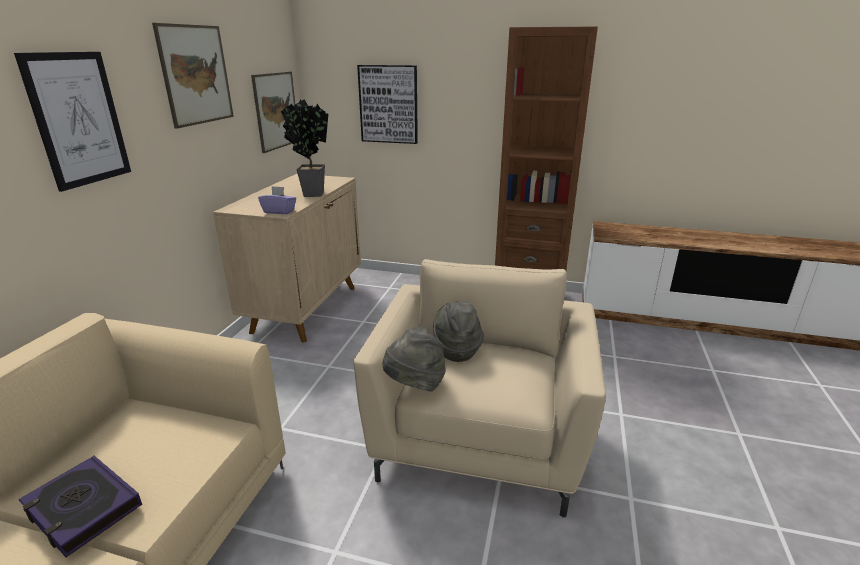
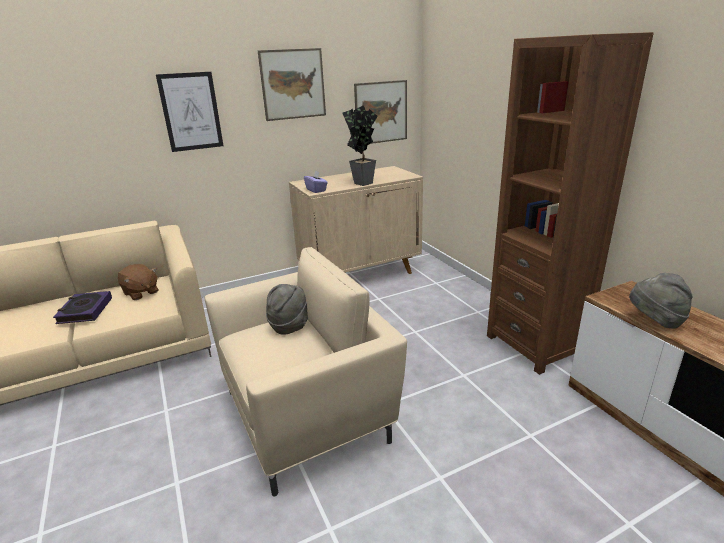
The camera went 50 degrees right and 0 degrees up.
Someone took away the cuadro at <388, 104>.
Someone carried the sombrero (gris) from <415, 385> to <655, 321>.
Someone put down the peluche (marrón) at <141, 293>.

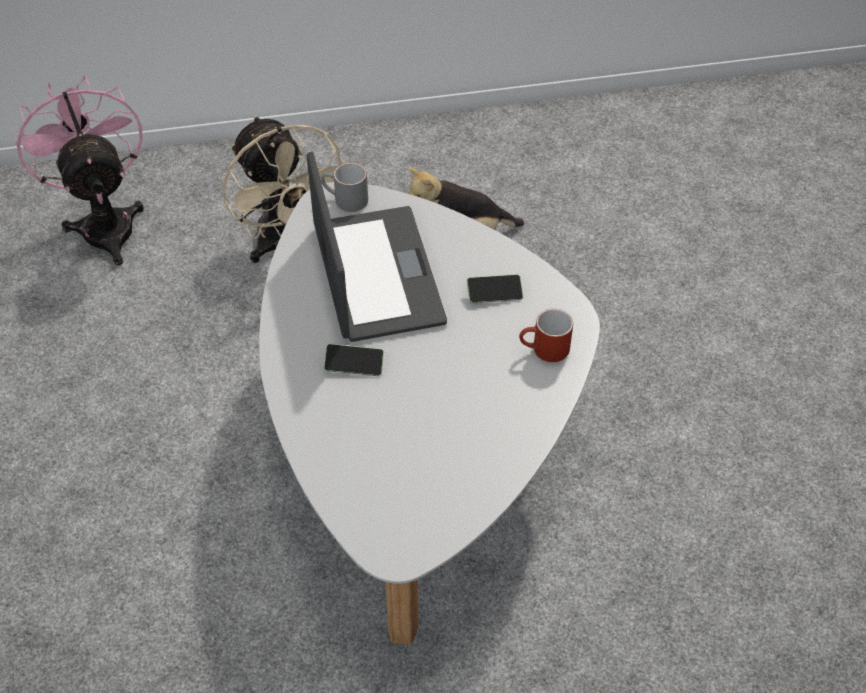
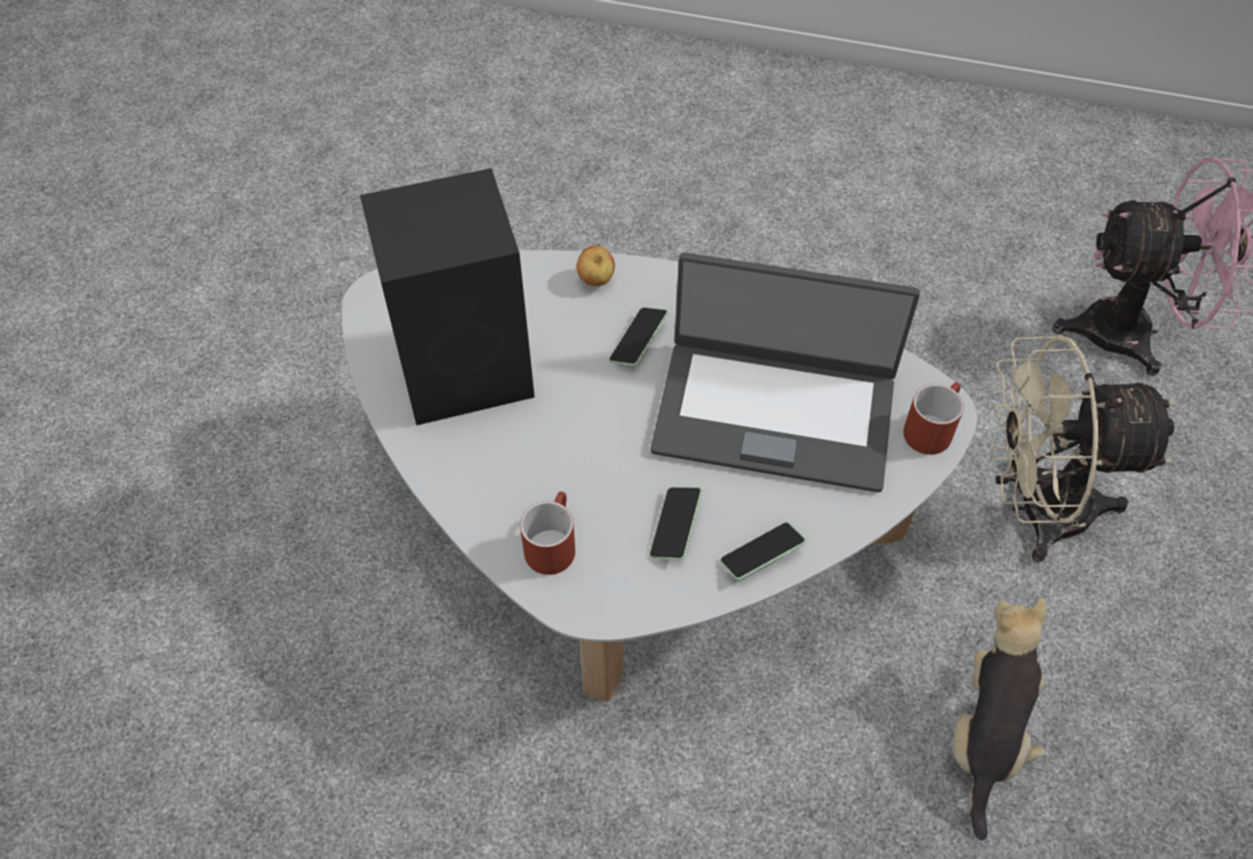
The camera went 115 degrees right and 5 degrees up.
Someone repainted the taza grande (gris) at <345, 200>, which became the taza grande (rojo) at <931, 427>.
Someone put down the altavoz (negro) at <468, 369>.
Someone put down the manzana at <596, 280>.
Someone put down the móvil at <761, 556>.

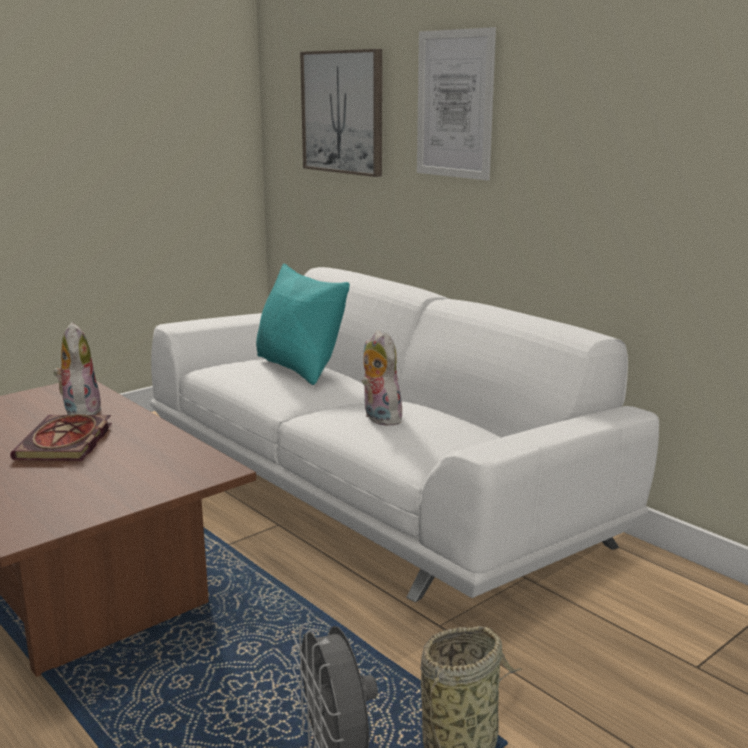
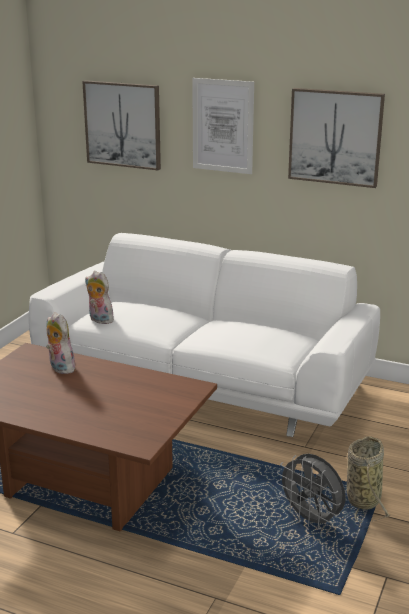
The camera went 25 degrees left and 5 degrees up.
Someone took away the cojín (turquesa) at <299, 368>.
Someone carried the peluche from <379, 418> to <99, 320>.
Someone took away the libro at <66, 443>.
Someone put up the cuadro at <335, 137>.

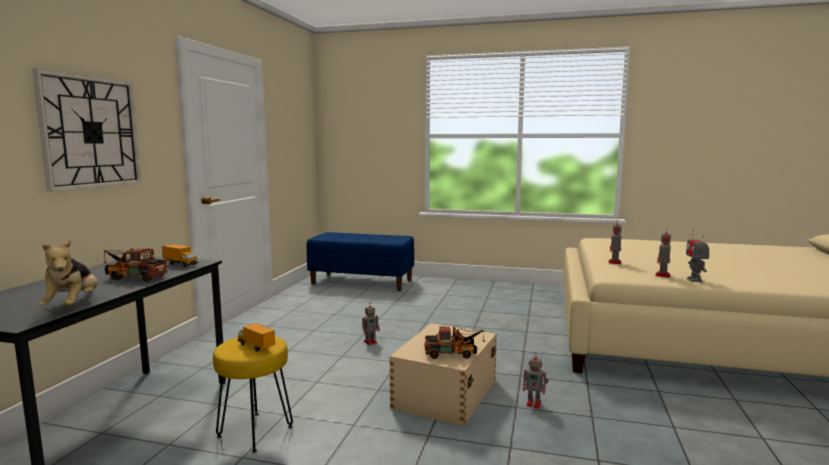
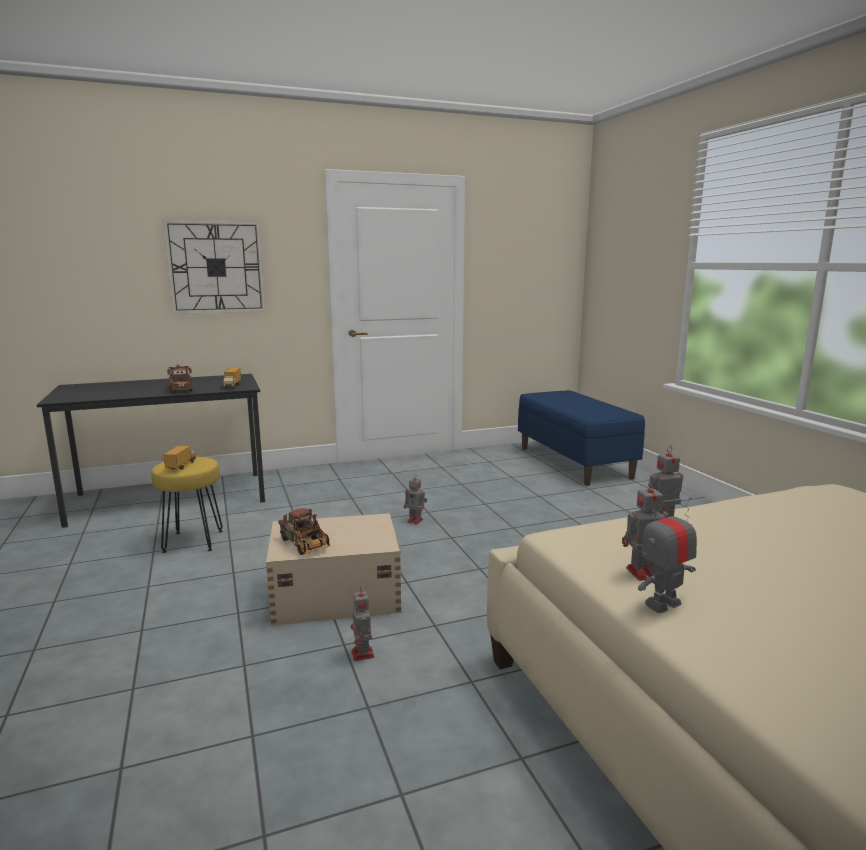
The camera went 55 degrees right and 5 degrees up.
Someone took away the peluche at <73, 305>.

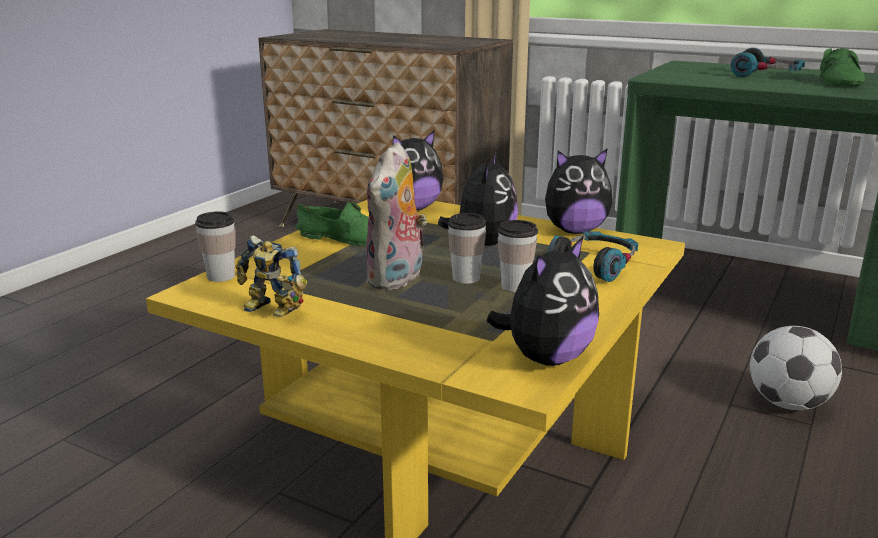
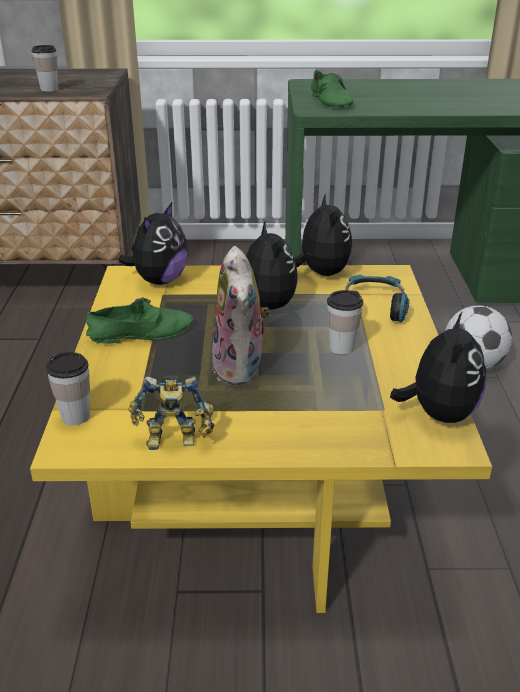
The camera went 30 degrees left and 10 degrees up.
Someone took away the auriculares at <766, 75>.
Someone carried the zapato (verde) from <840, 82> to <331, 101>.
Someone rotated the peluche at <575, 231> by 60 degrees counterclockwise.
Someone carried the taza from <466, 278> to <49, 89>.

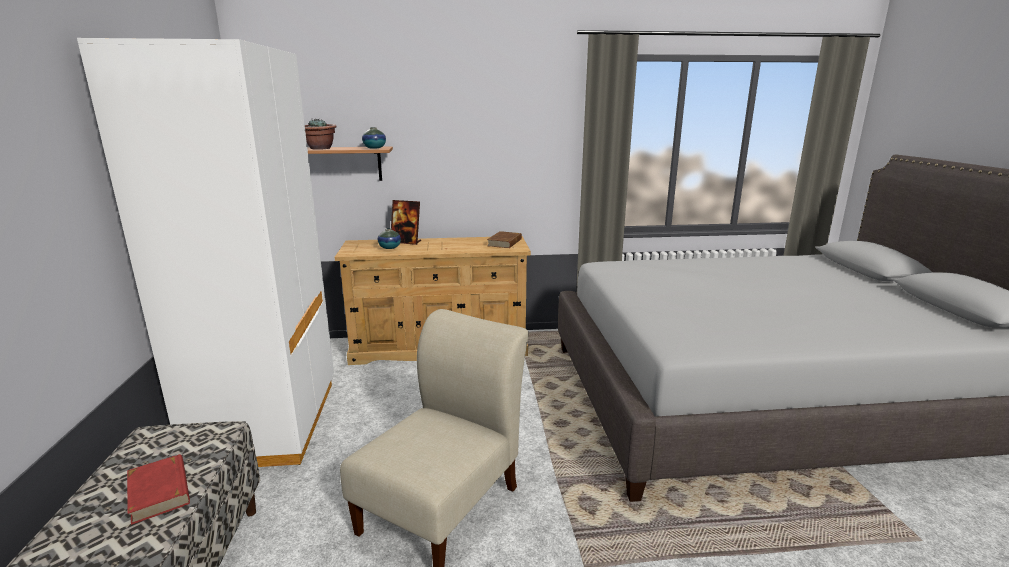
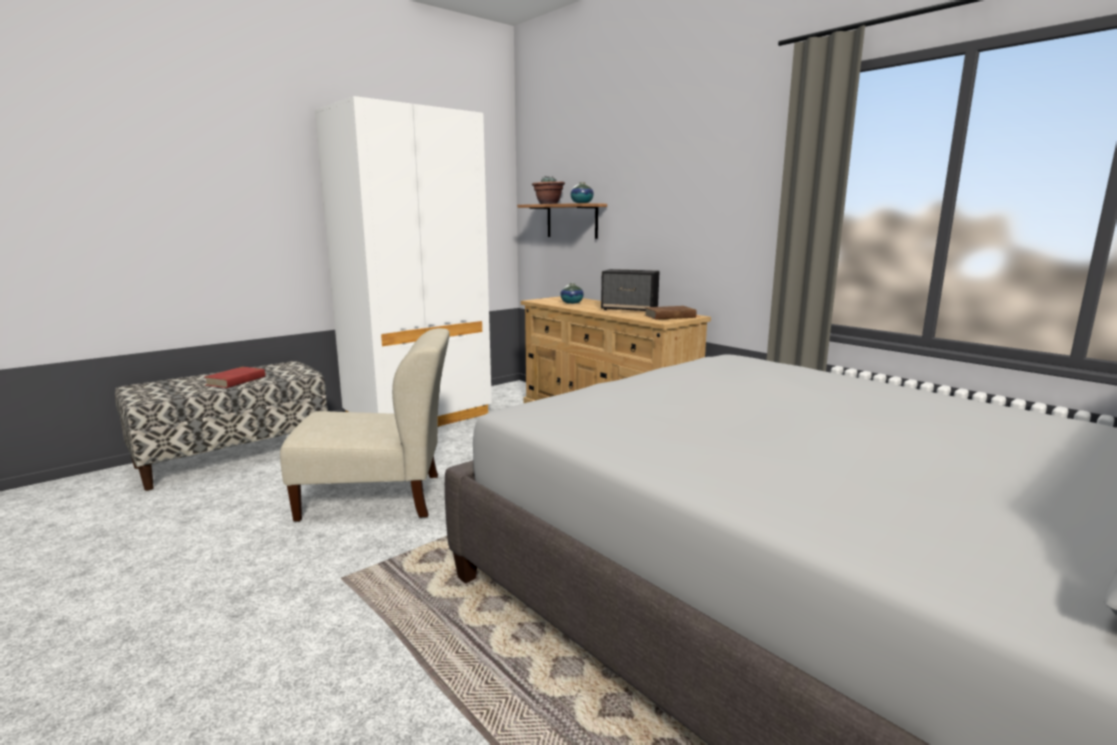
The camera went 55 degrees right and 5 degrees down.
Someone took away the portarretratos at <406, 242>.
Someone put down the altavoz at <630, 309>.

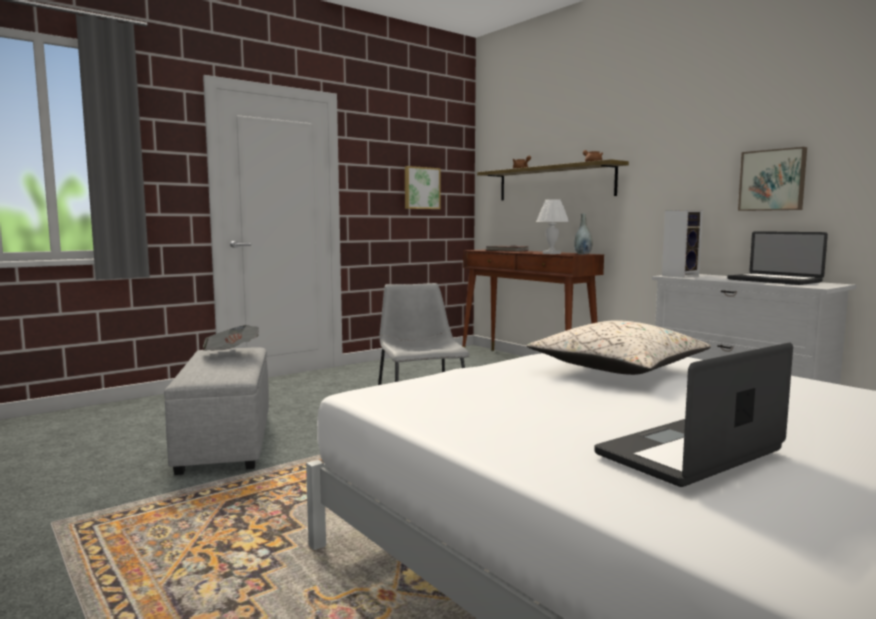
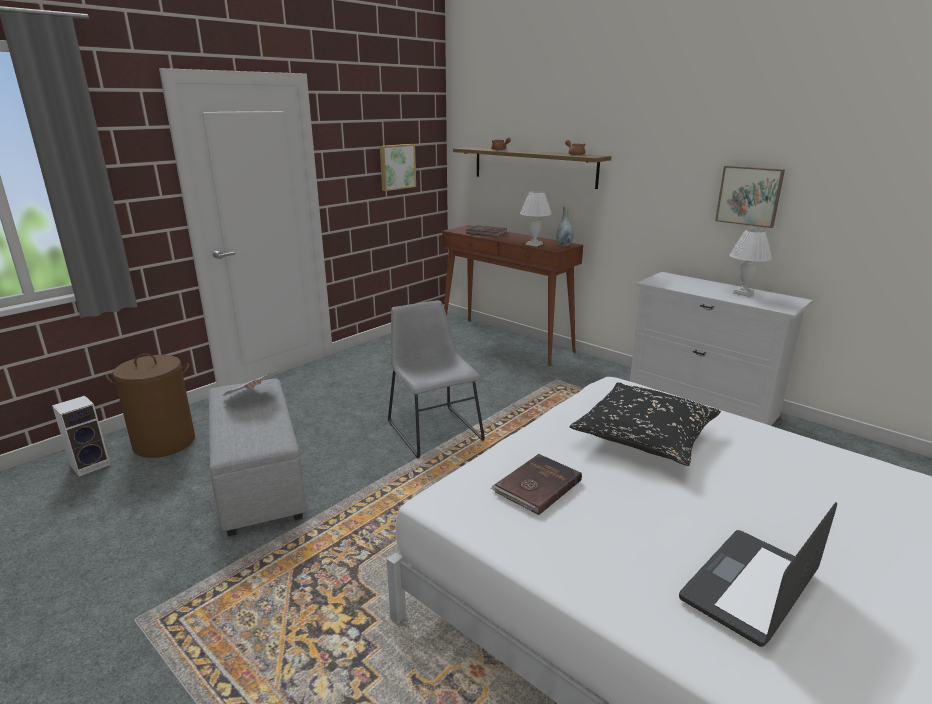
The camera went 10 degrees left and 15 degrees up.
Someone carried the altavoz from <680, 276> to <91, 464>.
Someone swapped the portátil at <773, 281> for the lámpara de mesa (blanco) at <744, 293>.
Someone repainted the cojín (beis) at <619, 369>, which became the cojín (negro) at <645, 436>.
Someone put down the cesto de la ropa (marrón) at <165, 442>.
Someone put down the libro (marrón) at <536, 486>.

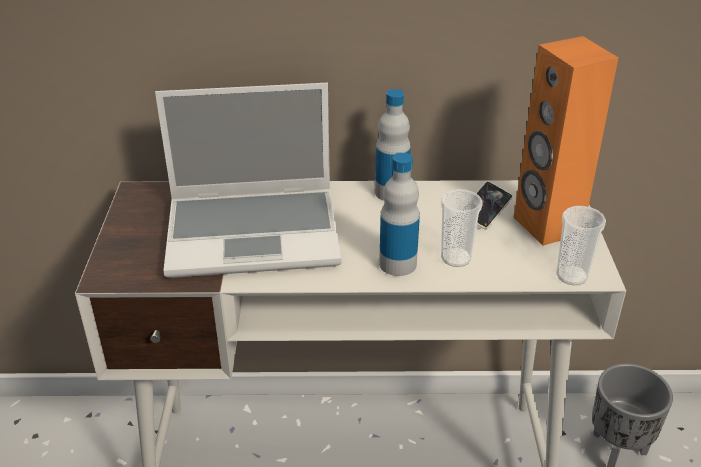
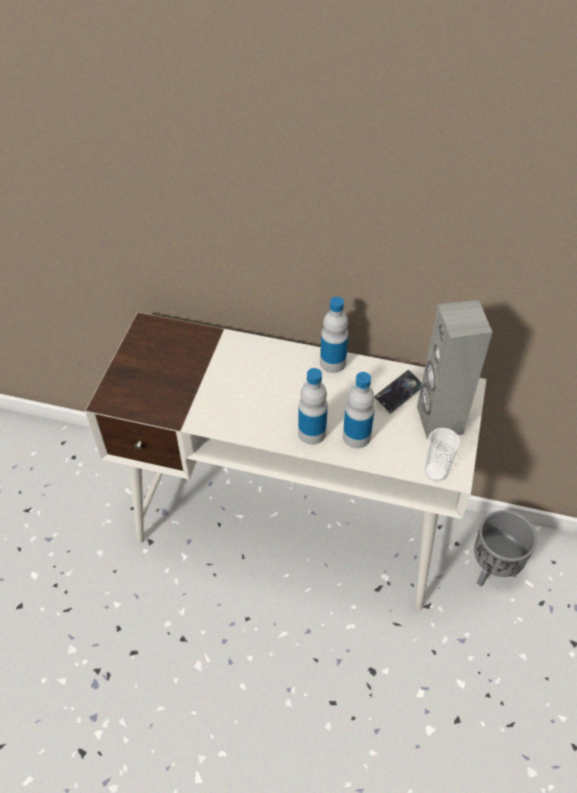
The camera went 15 degrees right and 15 degrees up.
Someone repainted the altavoz (naranja) at <546, 225>, which became the altavoz (gris) at <438, 420>.
Someone took away the portátil at <255, 233>.
Someone swapped the taza at <456, 258> for the botella at <356, 436>.

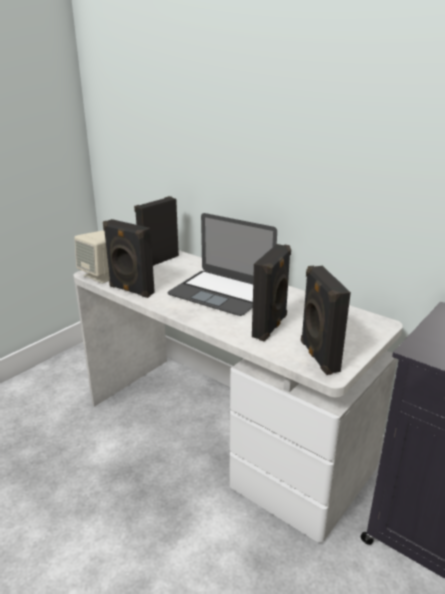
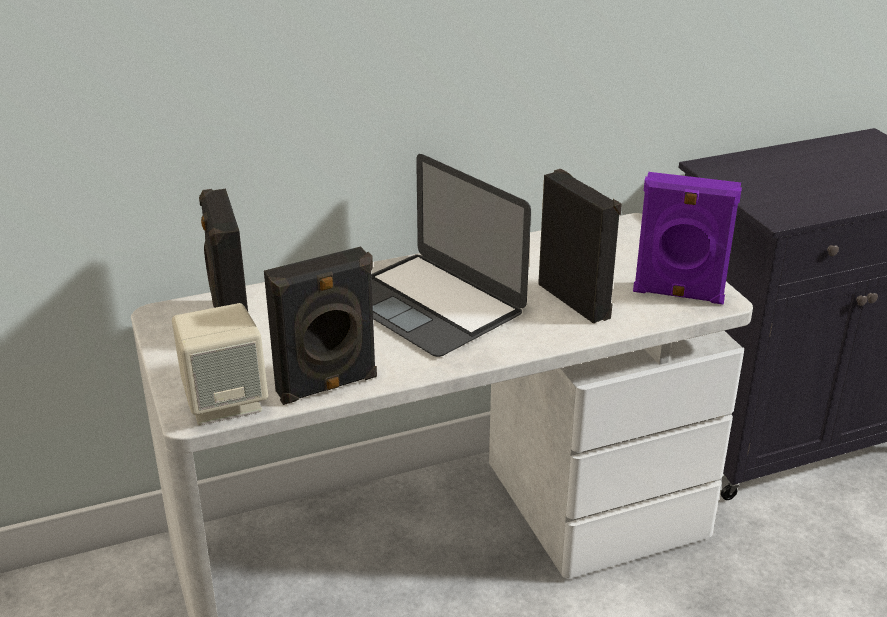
The camera went 60 degrees left and 5 degrees up.
Someone rotated the portátil at <221, 292> by 75 degrees clockwise.
Someone repainted the altavoz (negro) at <318, 356>, which became the altavoz (morado) at <678, 294>.

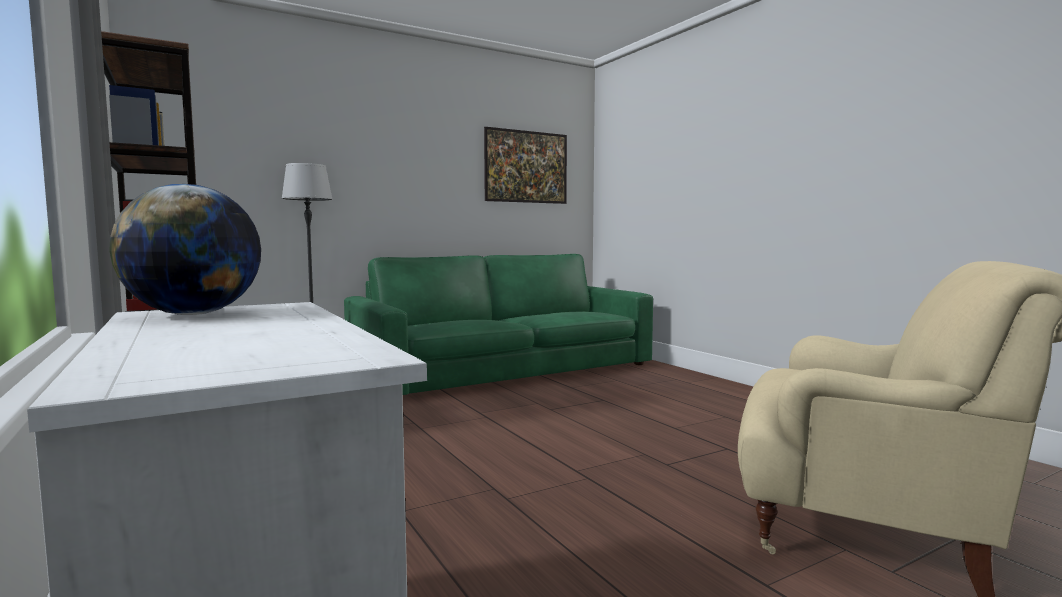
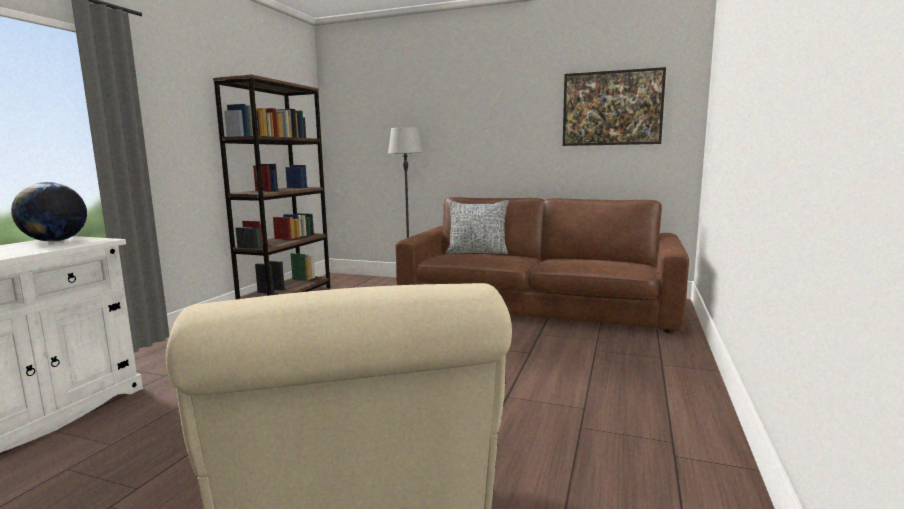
The camera went 50 degrees right and 5 degrees up.
Someone repainted the sofá (verde) at <504, 369>, which became the sofá (marrón) at <537, 304>.
Someone put down the cojín at <477, 253>.

